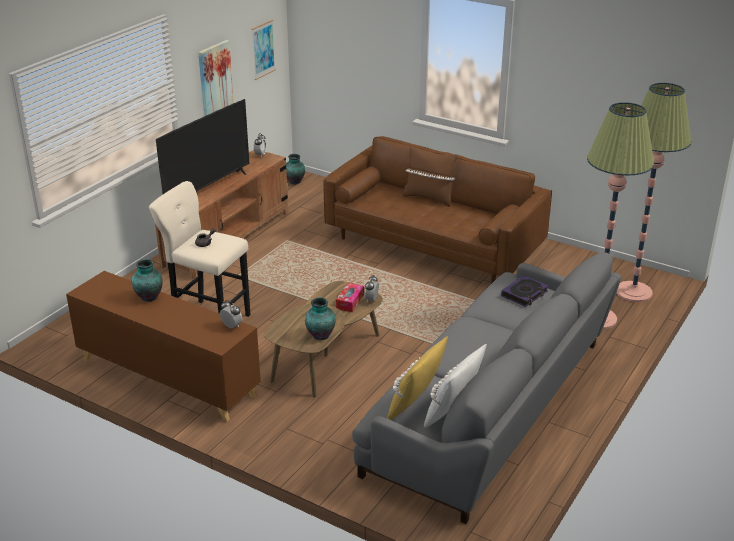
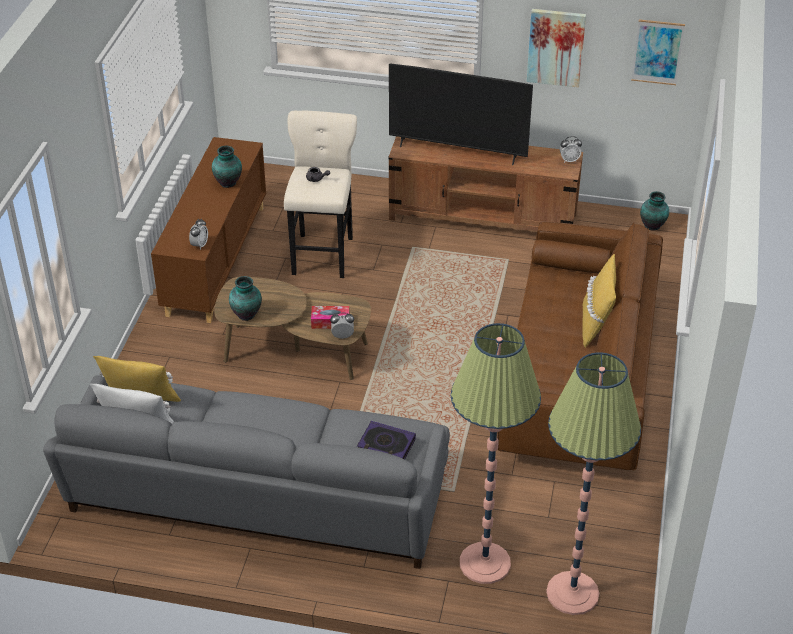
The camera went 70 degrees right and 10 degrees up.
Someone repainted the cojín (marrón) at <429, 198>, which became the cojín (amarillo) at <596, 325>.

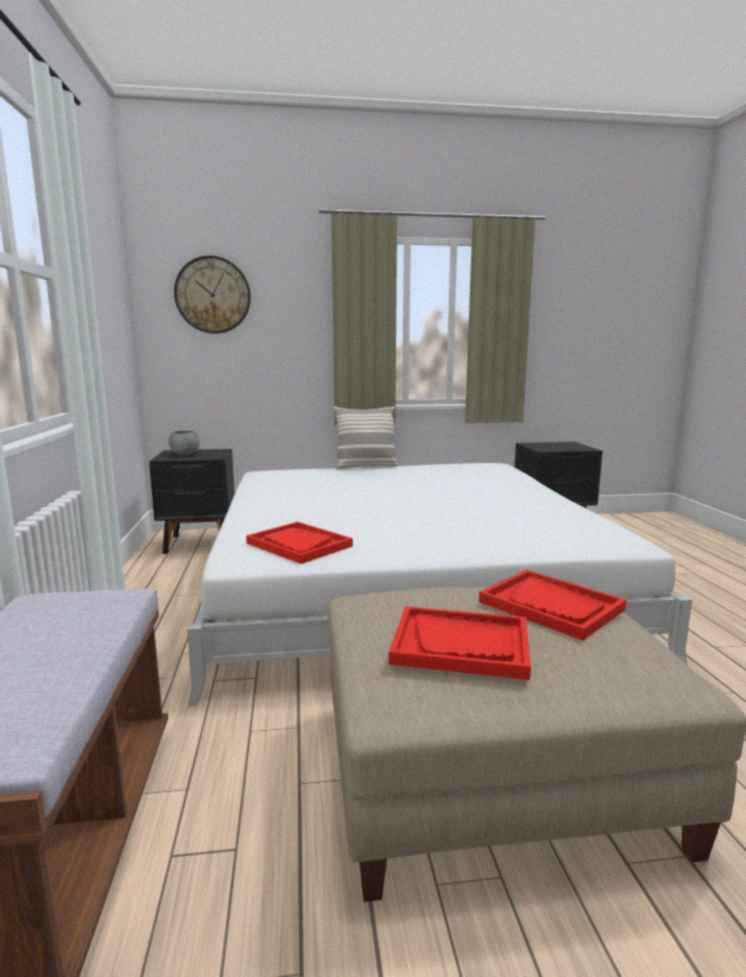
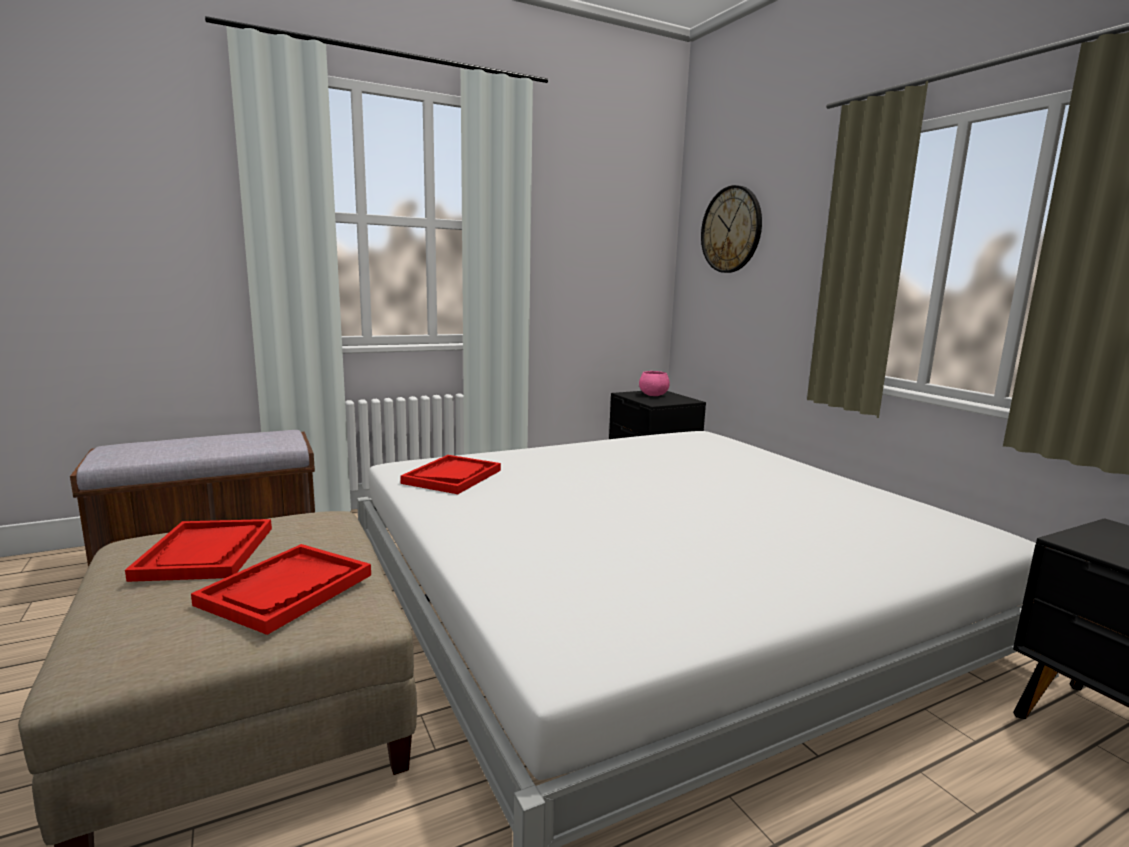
The camera went 70 degrees right and 0 degrees up.
Someone took away the cojín at <366, 467>.
Someone repainted the cuenco (gris) at <185, 454>, which became the cuenco (rosa) at <653, 395>.

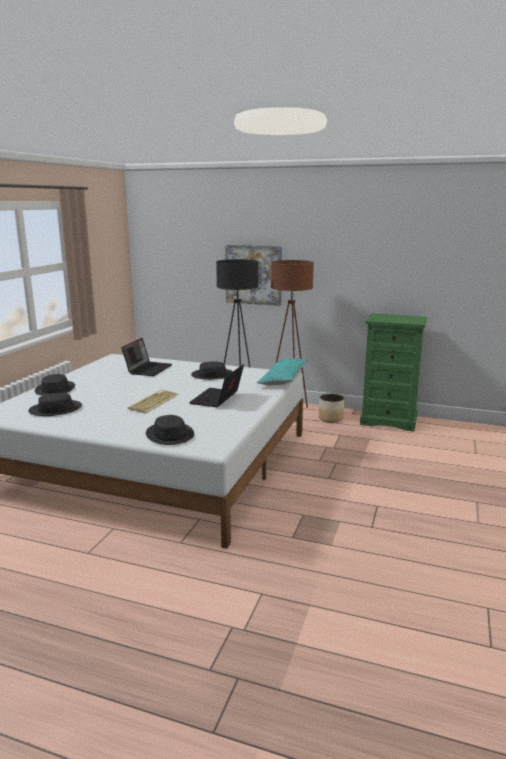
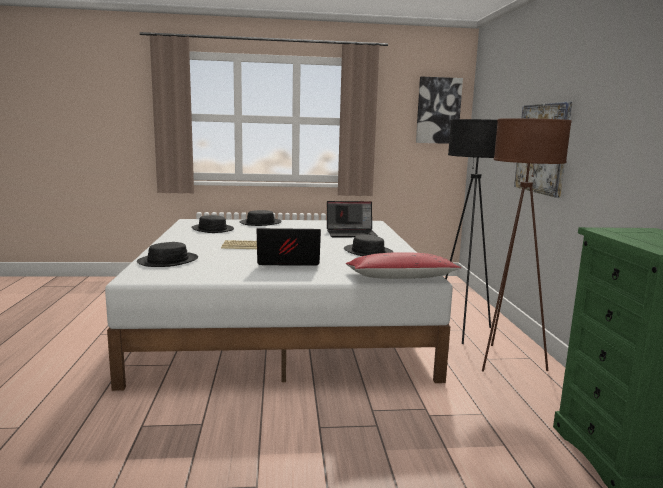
The camera went 65 degrees right and 5 degrees down.
Someone repainted the cojín (turquesa) at <283, 379>, which became the cojín (rojo) at <400, 278>.
Someone took away the maceta at <330, 418>.
Someone put up the cuadro at <438, 110>.

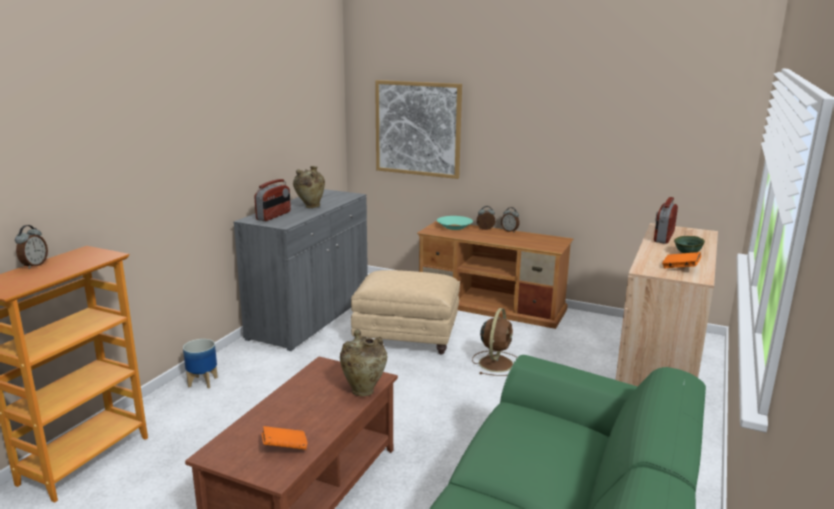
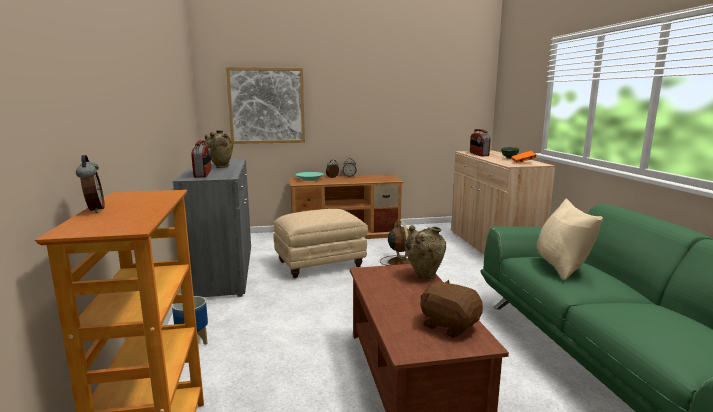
The camera went 35 degrees left and 5 degrees down.
Someone swapped the libro (naranja) at <284, 448> for the peluche (marrón) at <449, 325>.
Someone put down the cojín (beis) at <561, 266>.

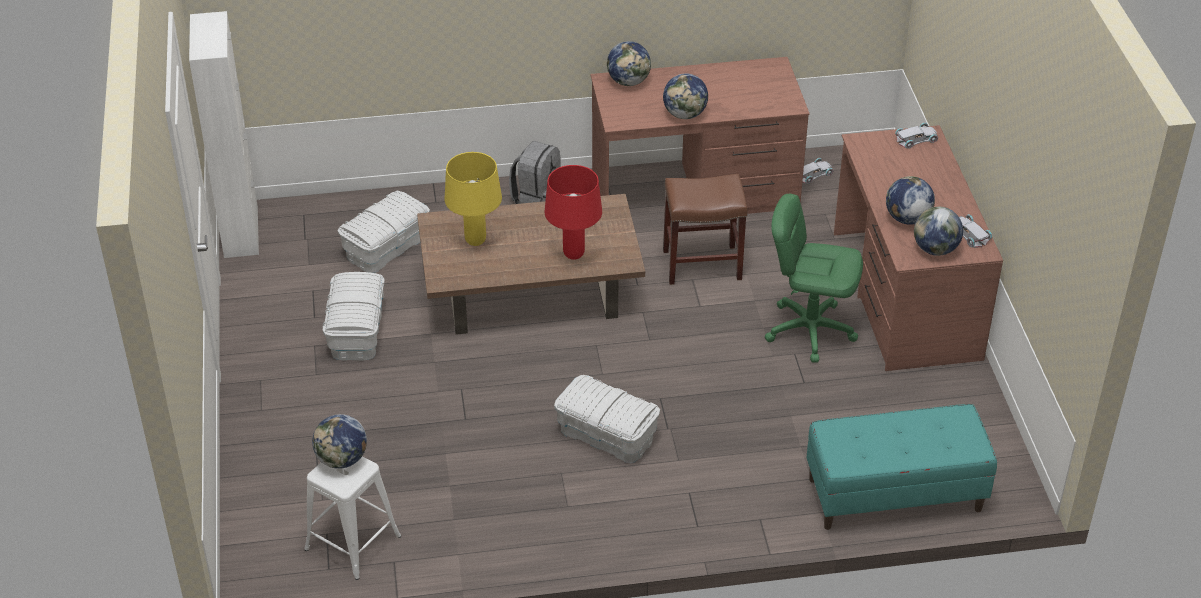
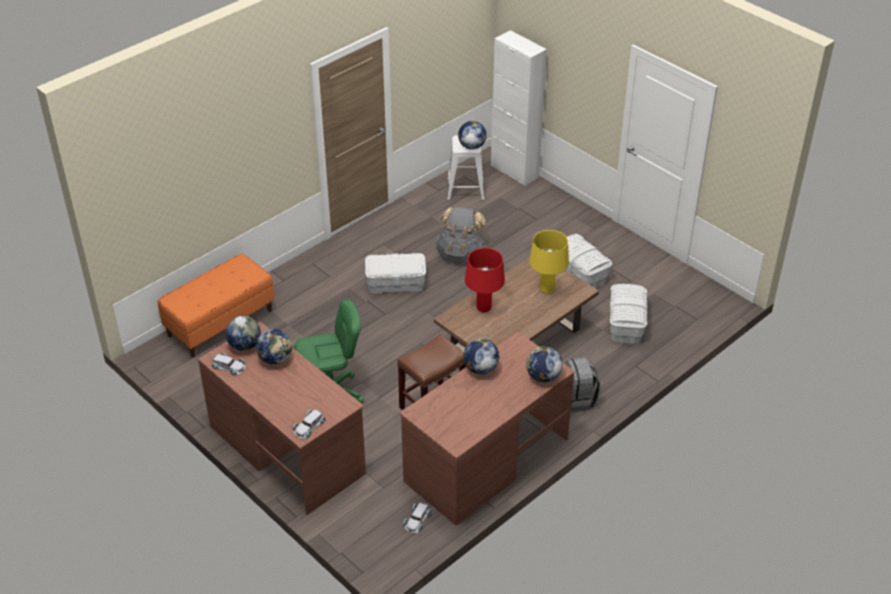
The camera went 145 degrees right and 0 degrees up.
Someone carried the armario (blanco) from <241, 232> to <514, 171>.
Someone repainted the banco (turquesa) at <894, 495>, which became the banco (naranja) at <220, 323>.
Someone put down the mochila (gris) at <460, 253>.

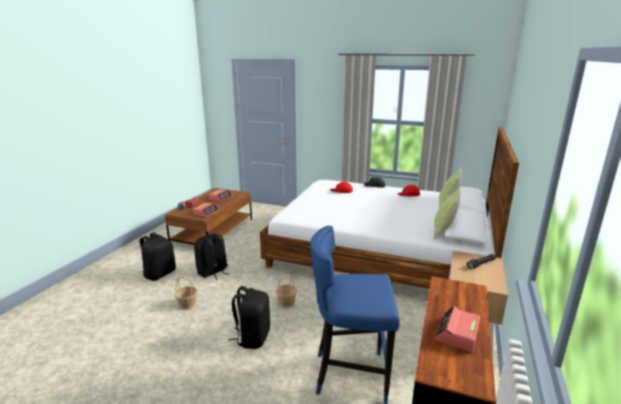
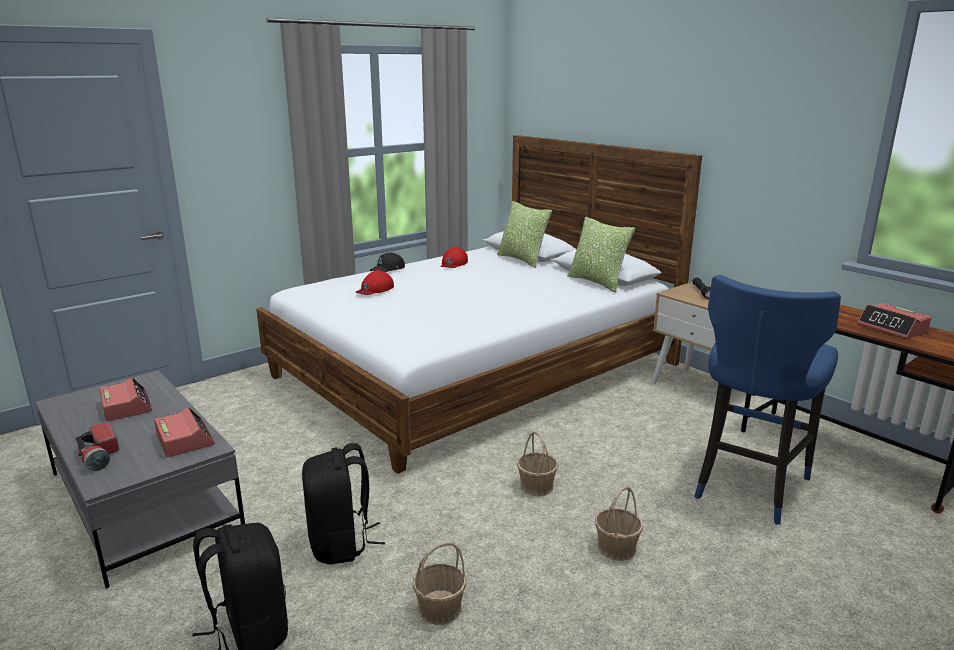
The camera went 60 degrees left and 0 degrees up.
Someone repainted the mesa de centro (marrón) at <213, 232>, which became the mesa de centro (gris) at <143, 501>.
Someone swapped the mochila (negro) at <252, 337> for the cesta at <616, 548>.

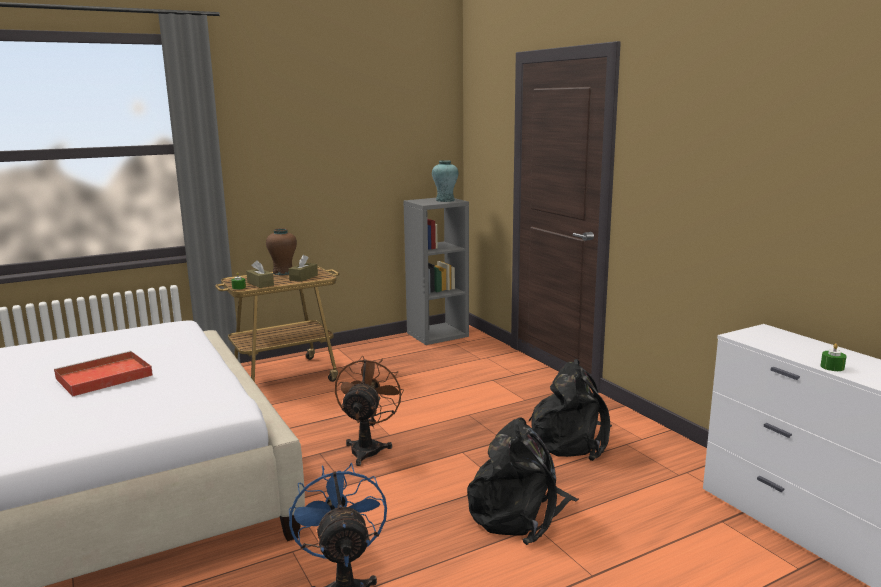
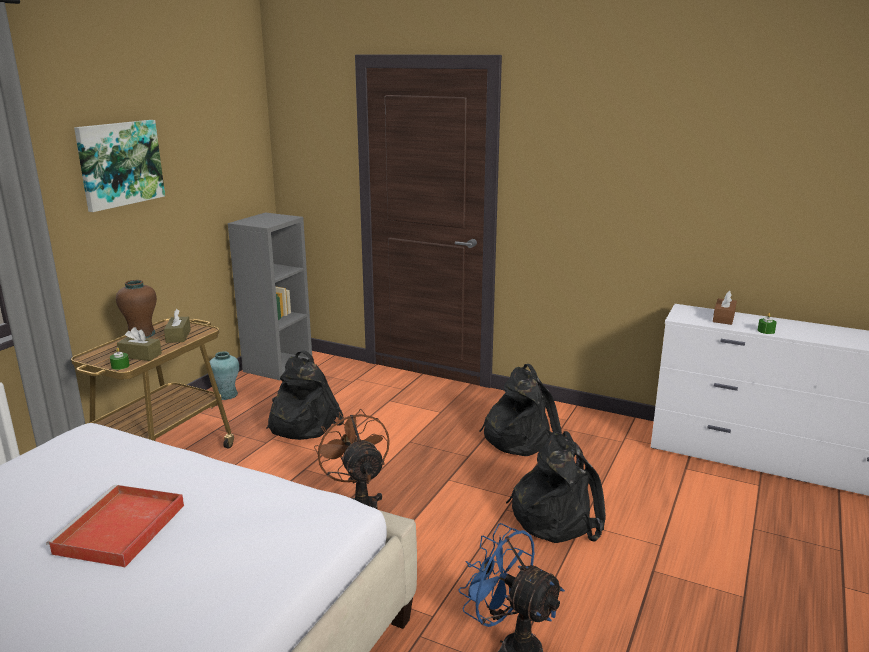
The camera went 35 degrees left and 5 degrees up.
Someone carried the florero (turquesa) from <445, 200> to <226, 395>.
Someone put up the cuadro at <119, 164>.
Someone put down the caja de pañuelos (marrón) at <723, 318>.
Someone put down the mochila (negro) at <301, 424>.

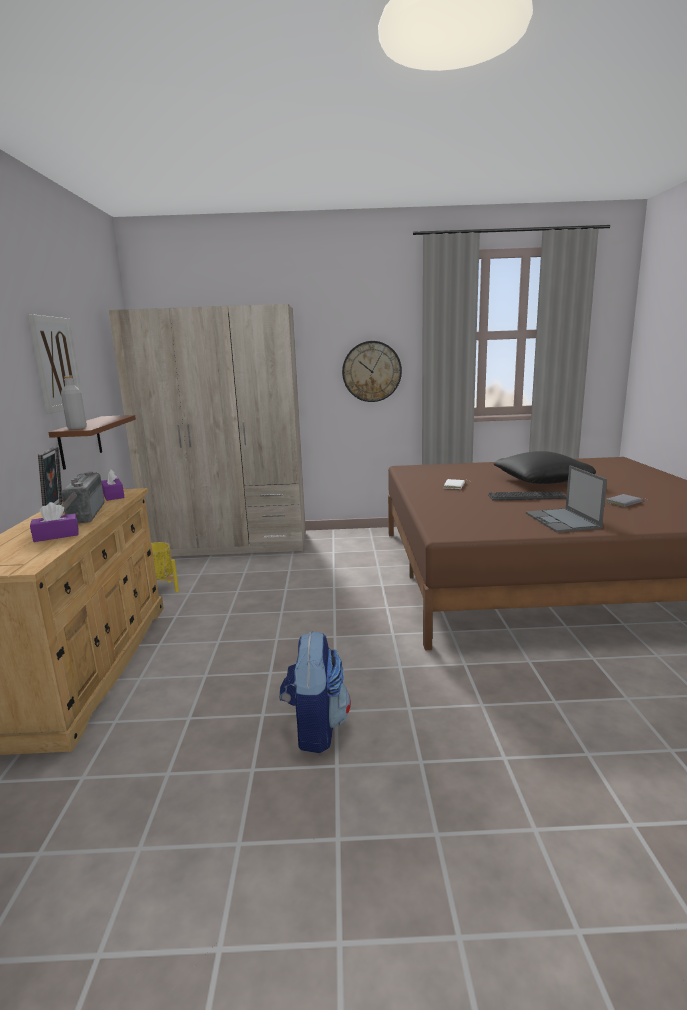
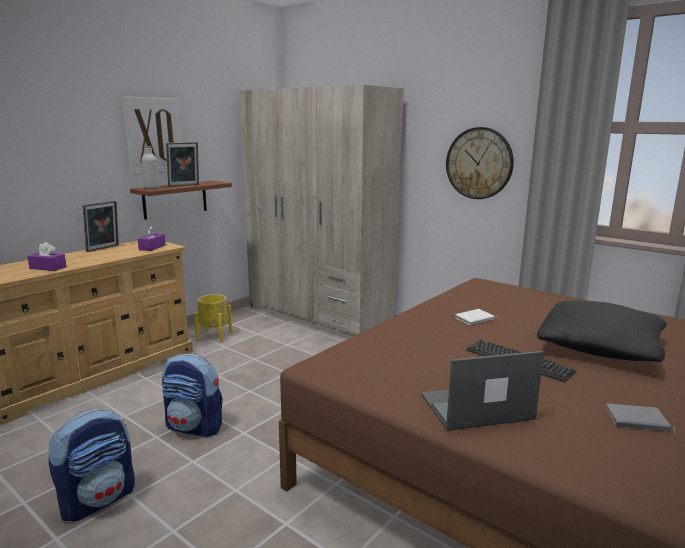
The camera went 40 degrees right and 0 degrees up.
Someone rotated the portátil at <563, 521> by 45 degrees clockwise.
Someone took away the radio at <82, 514>.
Someone put down the portarretratos at <184, 185>.
Someone put down the mochila at <195, 427>.

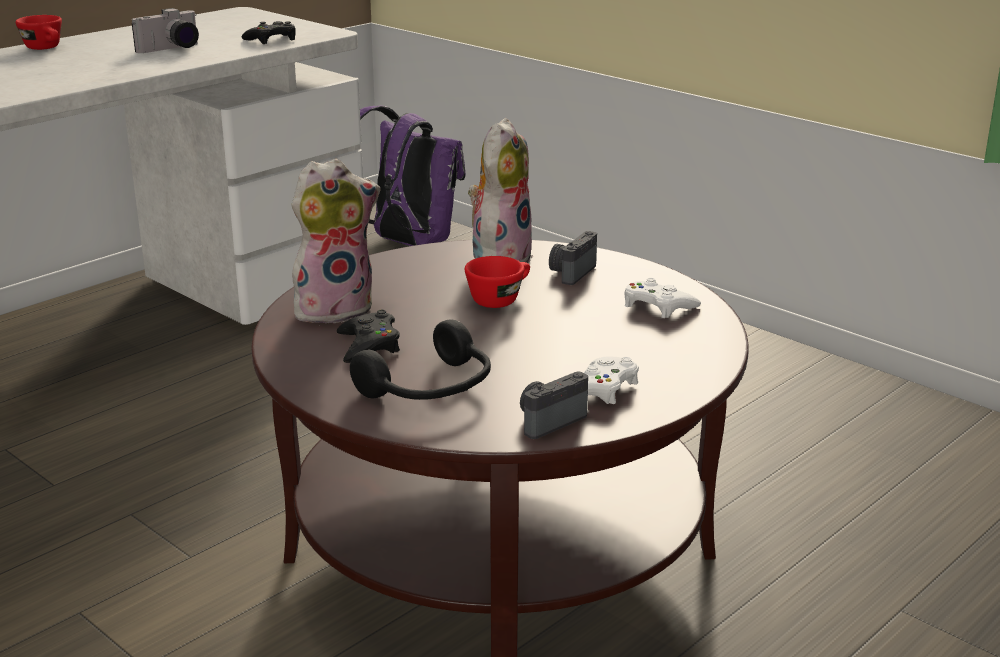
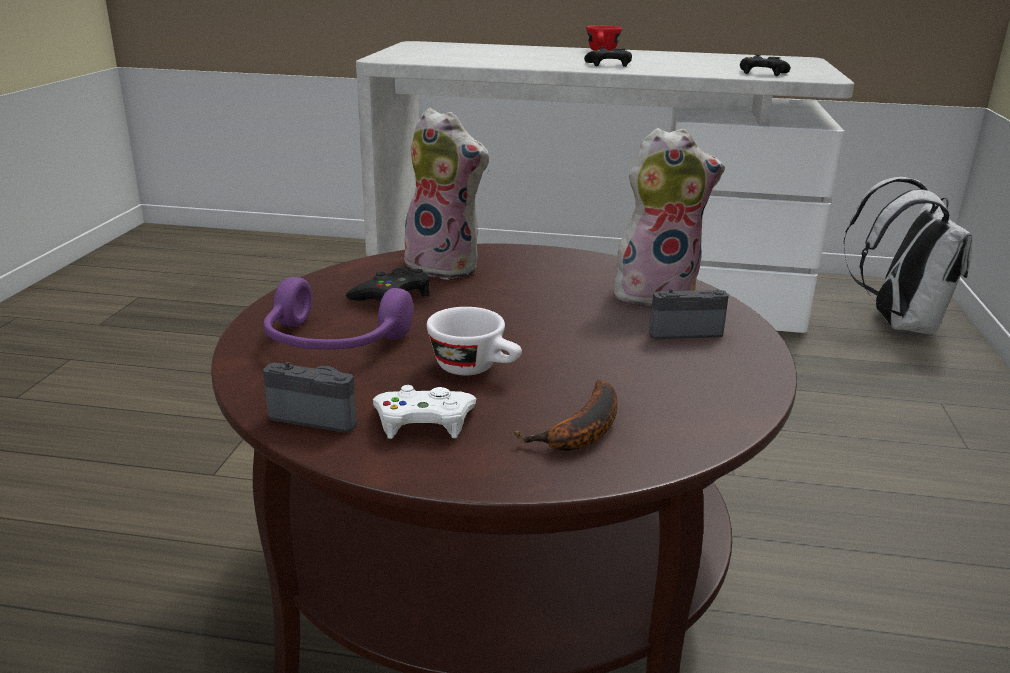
The camera went 55 degrees right and 0 degrees up.
Someone took away the cámara at <172, 49>.
Someone repainted the mochila (morado) at <406, 242>, which became the mochila (blanco) at <897, 323>.
Someone took away the taza (rojo) at <500, 299>.
Someone took away the mando de consola (blanco) at <657, 306>.
Someone repainted the auriculares (negro) at <431, 389>, which became the auriculares (morado) at <332, 343>.
Someone put down the mando de consola (negro) at <609, 64>.
Someone put down the taza (blanco) at <476, 368>.
Someone put down the plátano at <581, 432>.

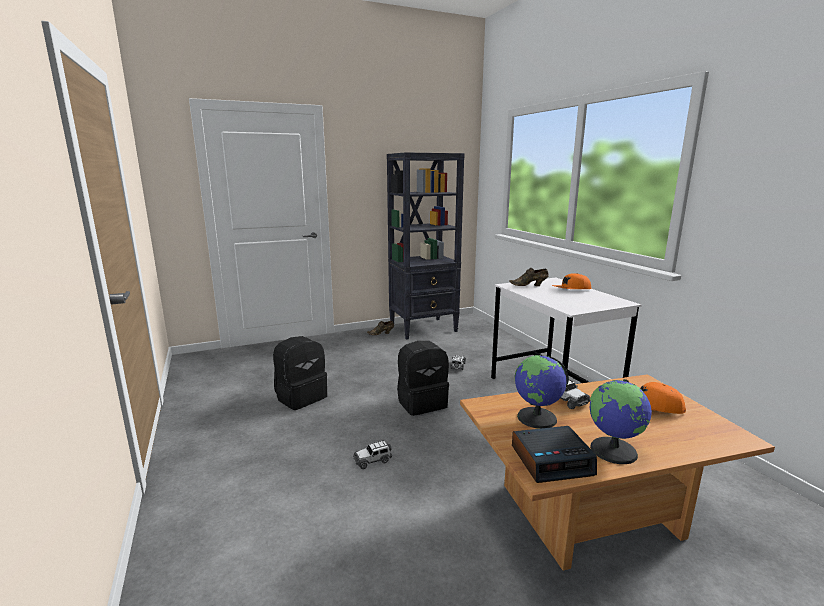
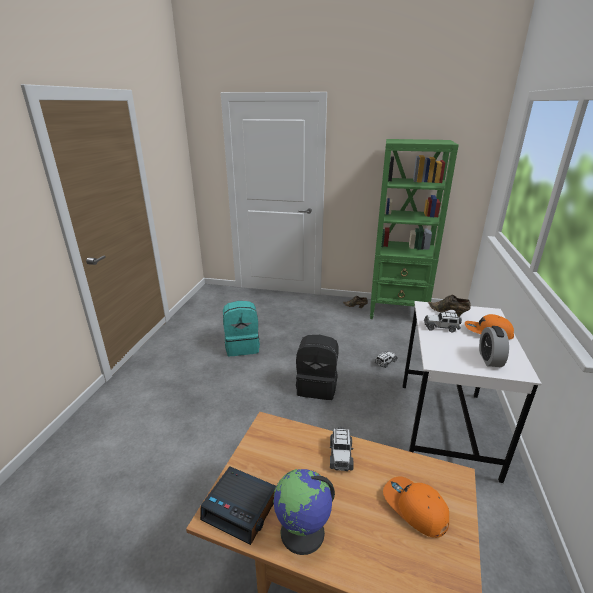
The camera went 35 degrees right and 10 degrees up.
Someone repainted the estantería (negro) at <424, 328>, which became the estantería (verde) at <397, 312>.
Someone repainted the mochila (negro) at <301, 397>, which became the mochila (turquesa) at <242, 346>.
Someone took away the globo terráqueo at <537, 418>.
Someone carried the coche de juguete from <372, 460> to <441, 327>.
Someone put down the despertador at <490, 359>.

